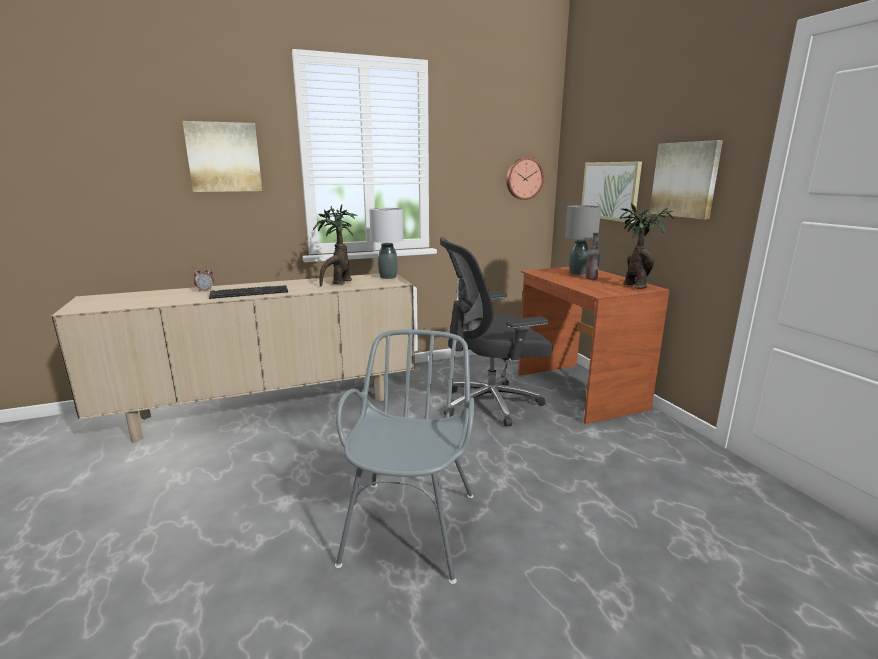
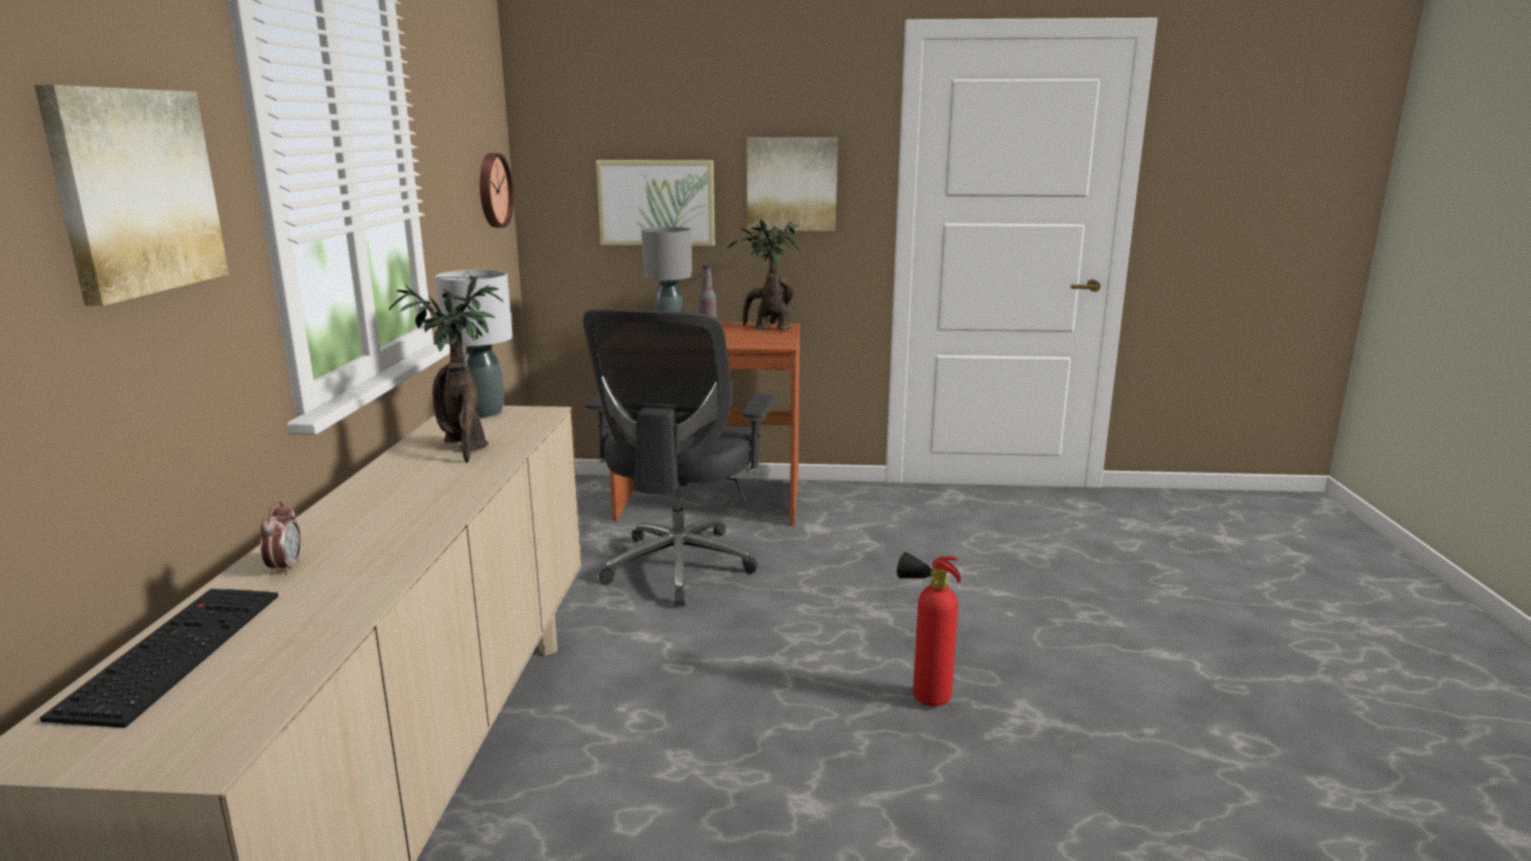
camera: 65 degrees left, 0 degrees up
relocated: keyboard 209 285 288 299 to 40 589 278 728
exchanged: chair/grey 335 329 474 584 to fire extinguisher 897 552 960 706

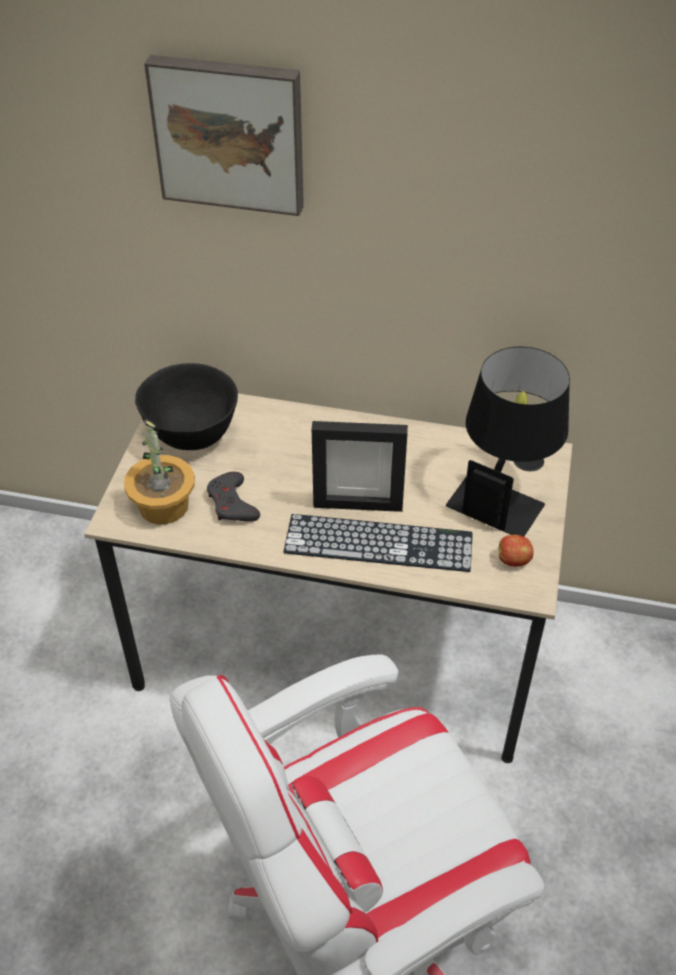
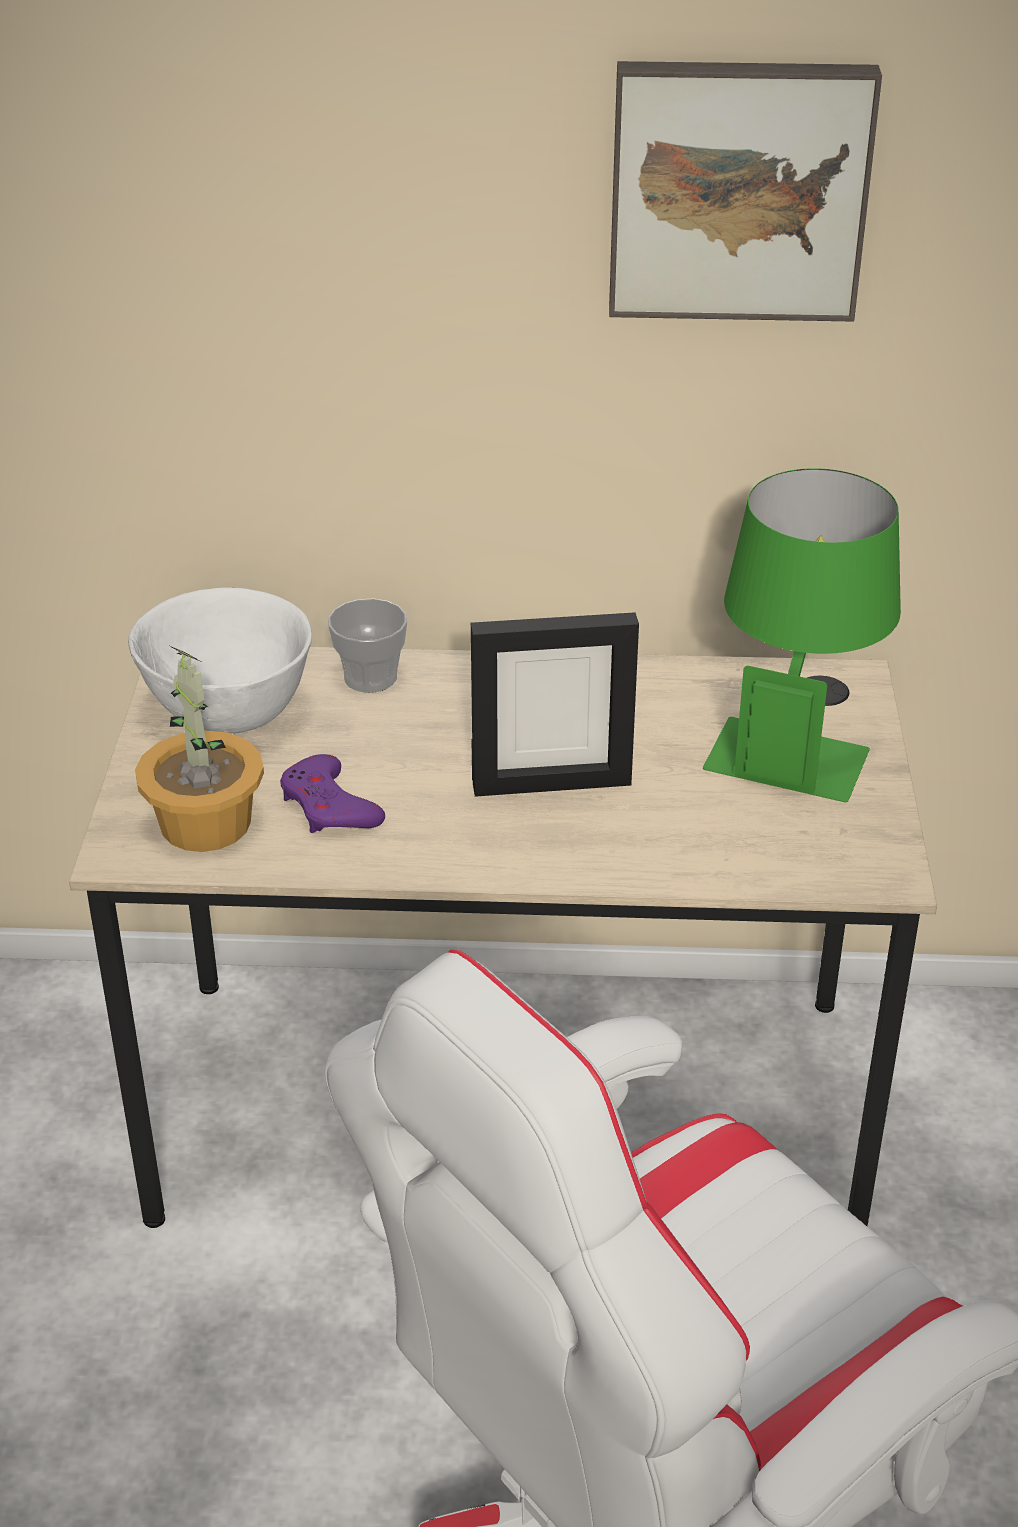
camera: 10 degrees left, 10 degrees down
missing: keyboard 283 514 473 572; apple 499 535 534 567
appeared: cup 328 598 407 693
relocated: picture 144 55 304 216 to 609 61 882 322
colour: bowl/black 135 363 238 450 to bowl/white 128 588 312 733; game controller/grey 207 472 260 522 to game controller/purple 280 754 385 833; table lamp/black 446 347 570 536 to table lamp/green 703 468 901 802

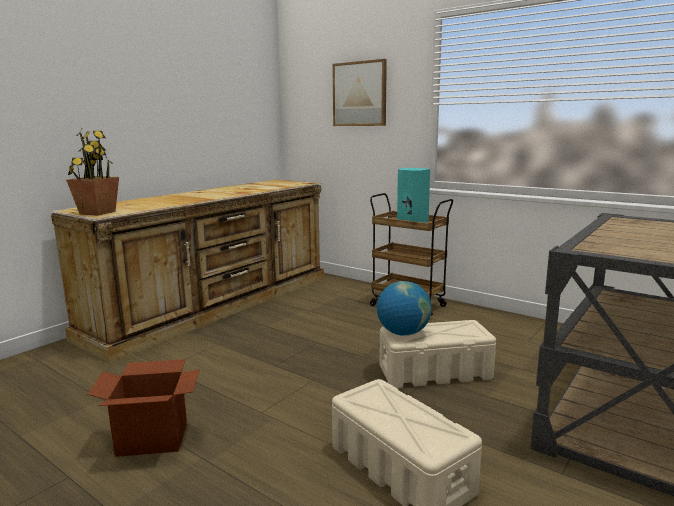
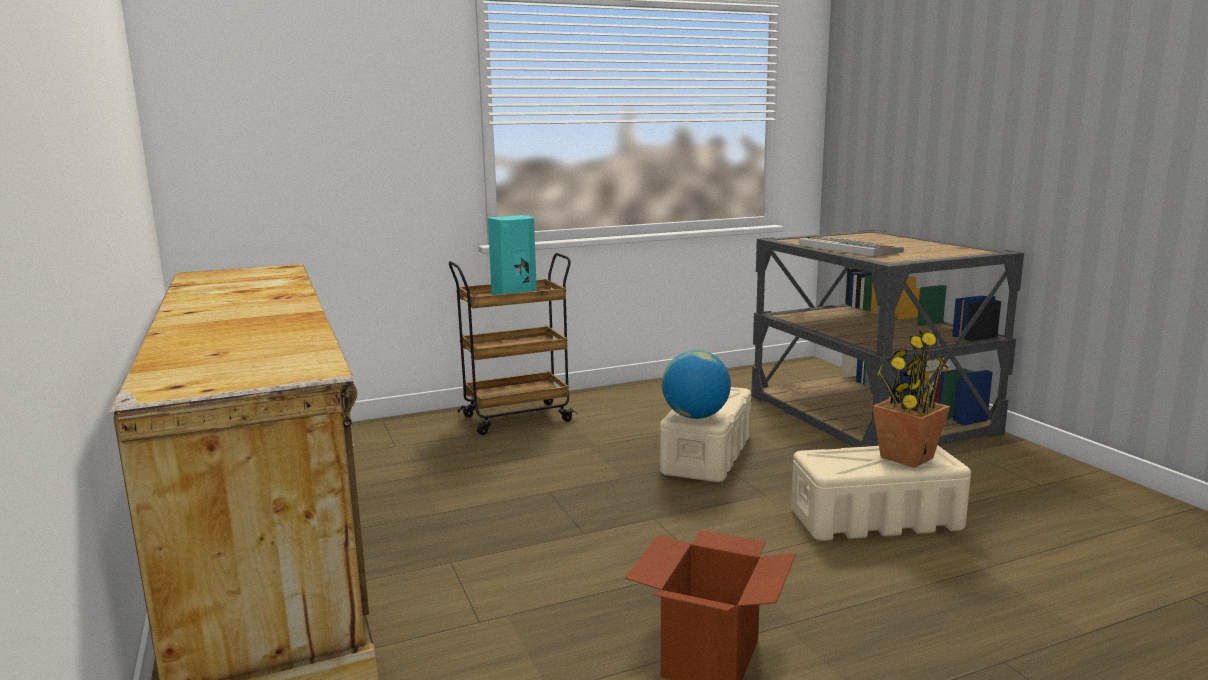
camera: 60 degrees left, 0 degrees up
missing: picture 332 59 387 126
appeared: keyboard 799 237 904 256
relocated: potted plant 66 128 119 216 to 872 331 950 468

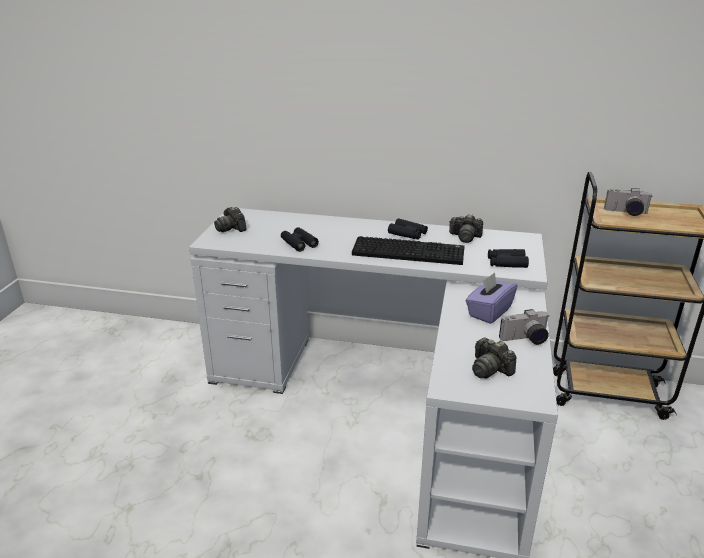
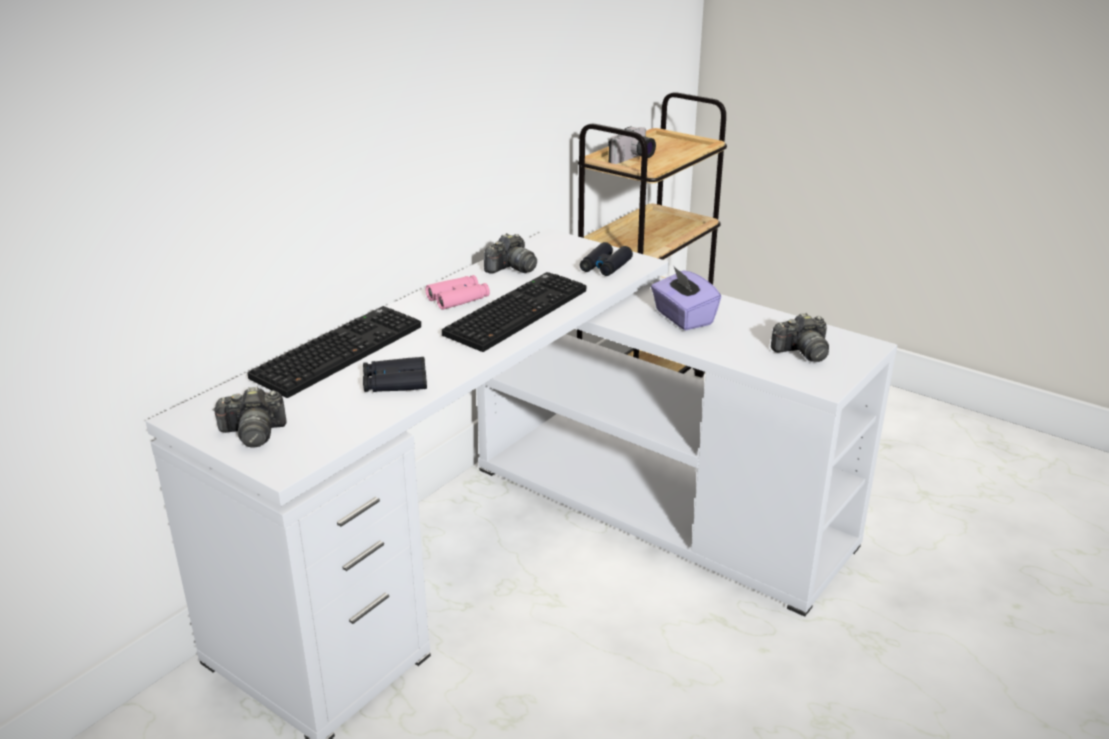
camera: 65 degrees left, 0 degrees up
missing: photo camera 499 309 549 345
appeared: keyboard 247 306 421 398
colour: binoculars/black 388 218 428 240 to binoculars/pink 426 275 490 310

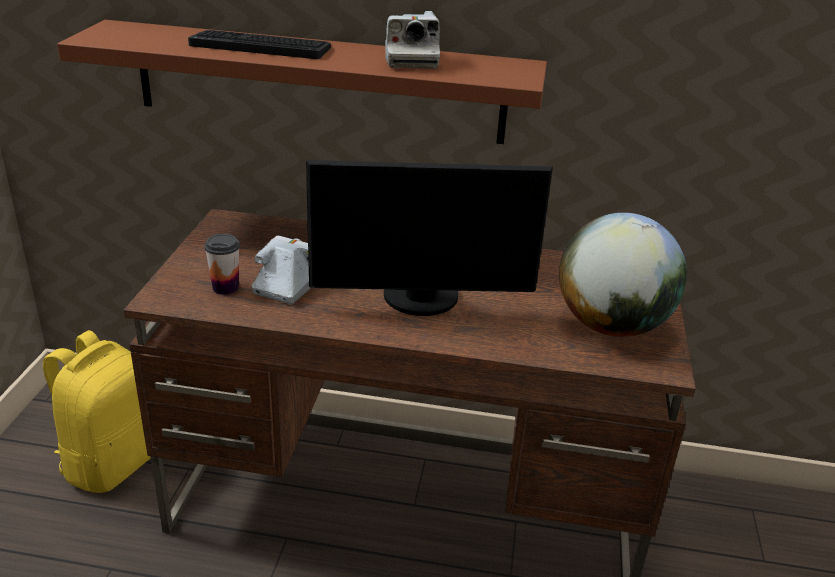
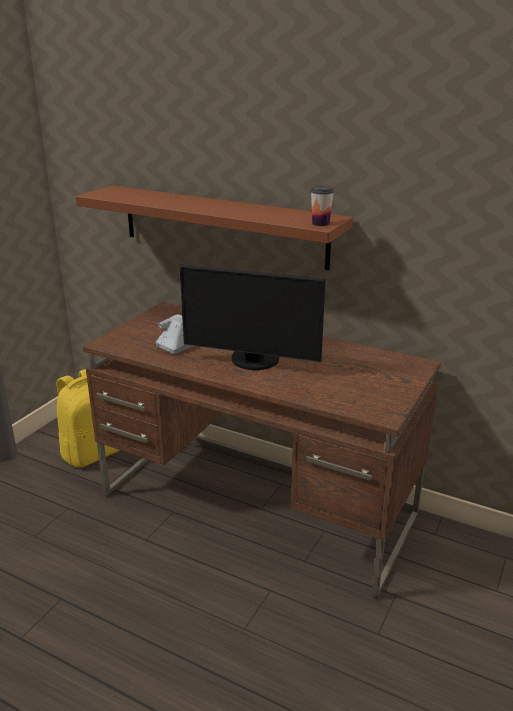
camera: 20 degrees right, 5 degrees down
missing: keyboard 188 30 331 59; photo camera 385 11 440 69; globe 559 213 687 337
relocated: cup 204 234 240 295 to 311 185 334 226

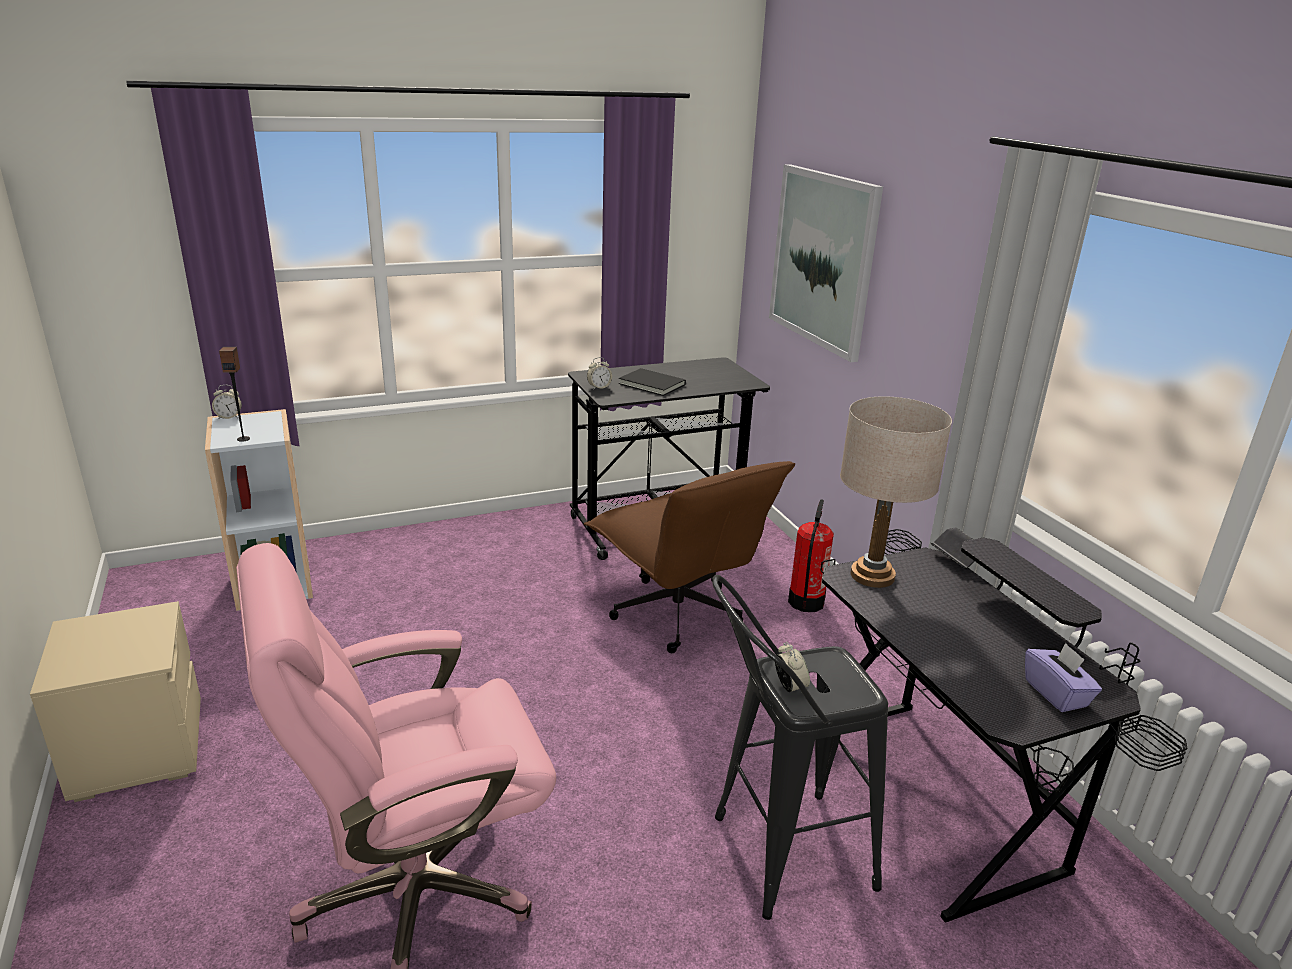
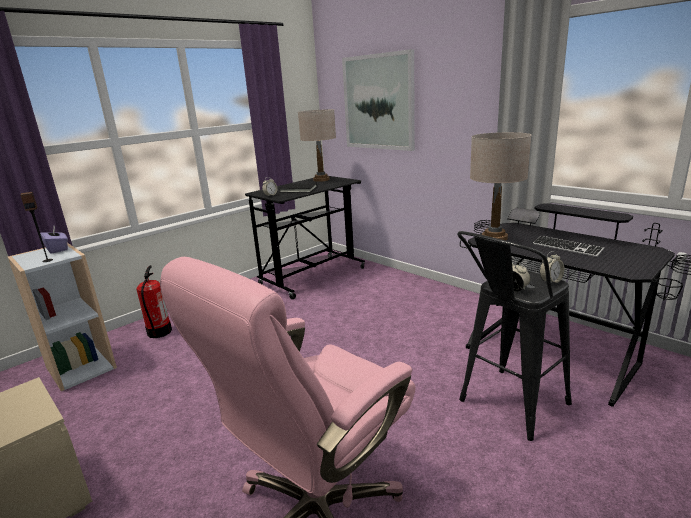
camera: 20 degrees left, 5 degrees down
missing: office chair/brown 584 461 795 653
appeared: table lamp/beige 298 109 336 182; keyboard 533 236 604 257
relocated: alarm clock 212 385 242 419 to 540 251 564 283; fire extinguisher 788 500 834 612 to 137 265 172 338; tissue box/purple 1025 643 1102 712 to 40 226 68 254

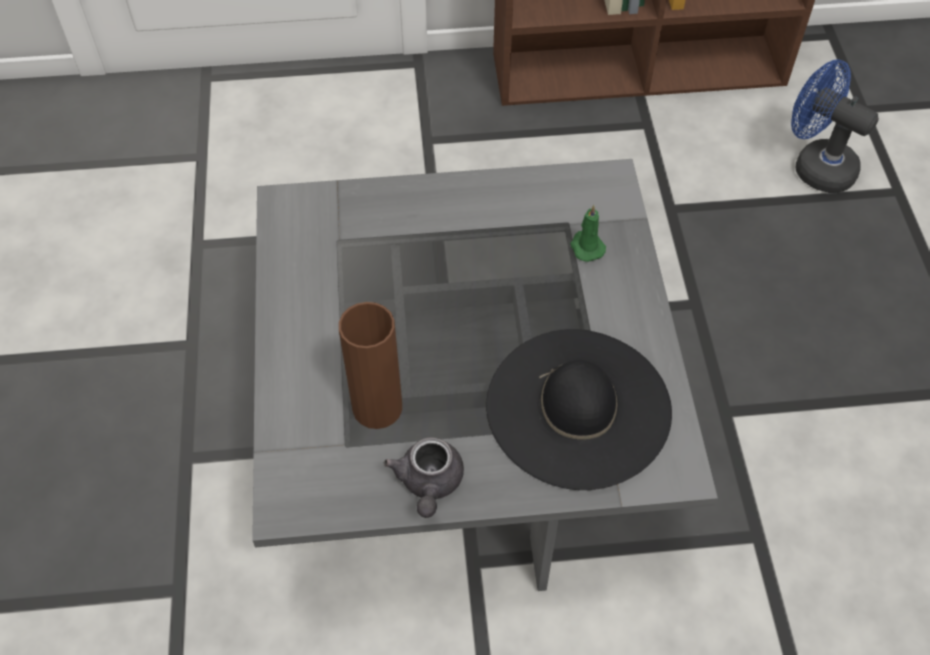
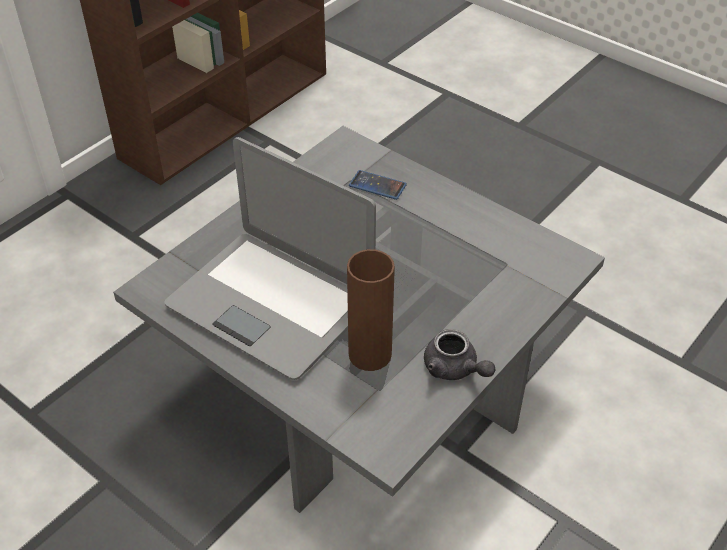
camera: 45 degrees left, 10 degrees down
missing: hat/black 486 329 672 490; fan/blue 791 59 879 193
appeared: laptop 164 137 376 380
exchanged: candle/green 570 205 606 262 to phone 349 170 407 200

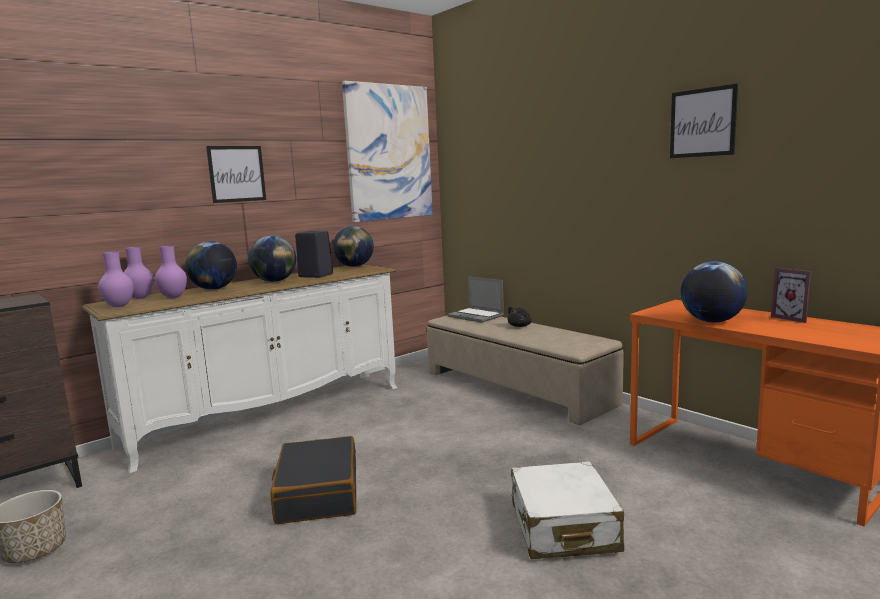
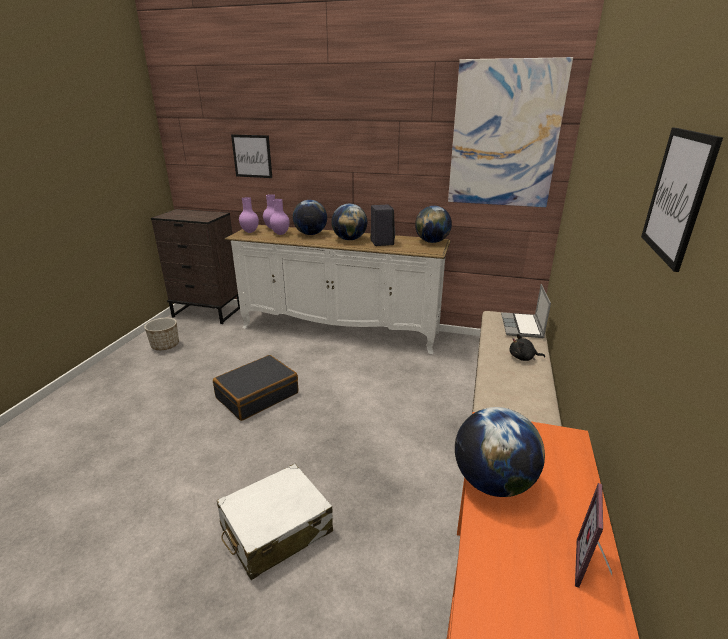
camera: 55 degrees right, 15 degrees up
relocated: picture 206 146 266 203 to 231 134 272 178

